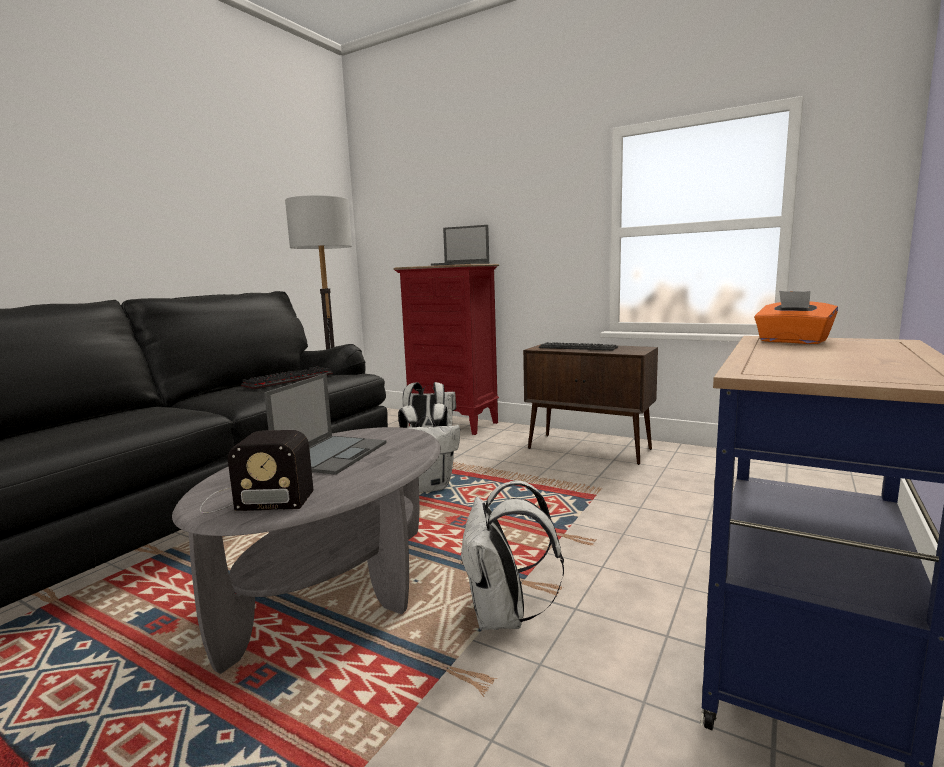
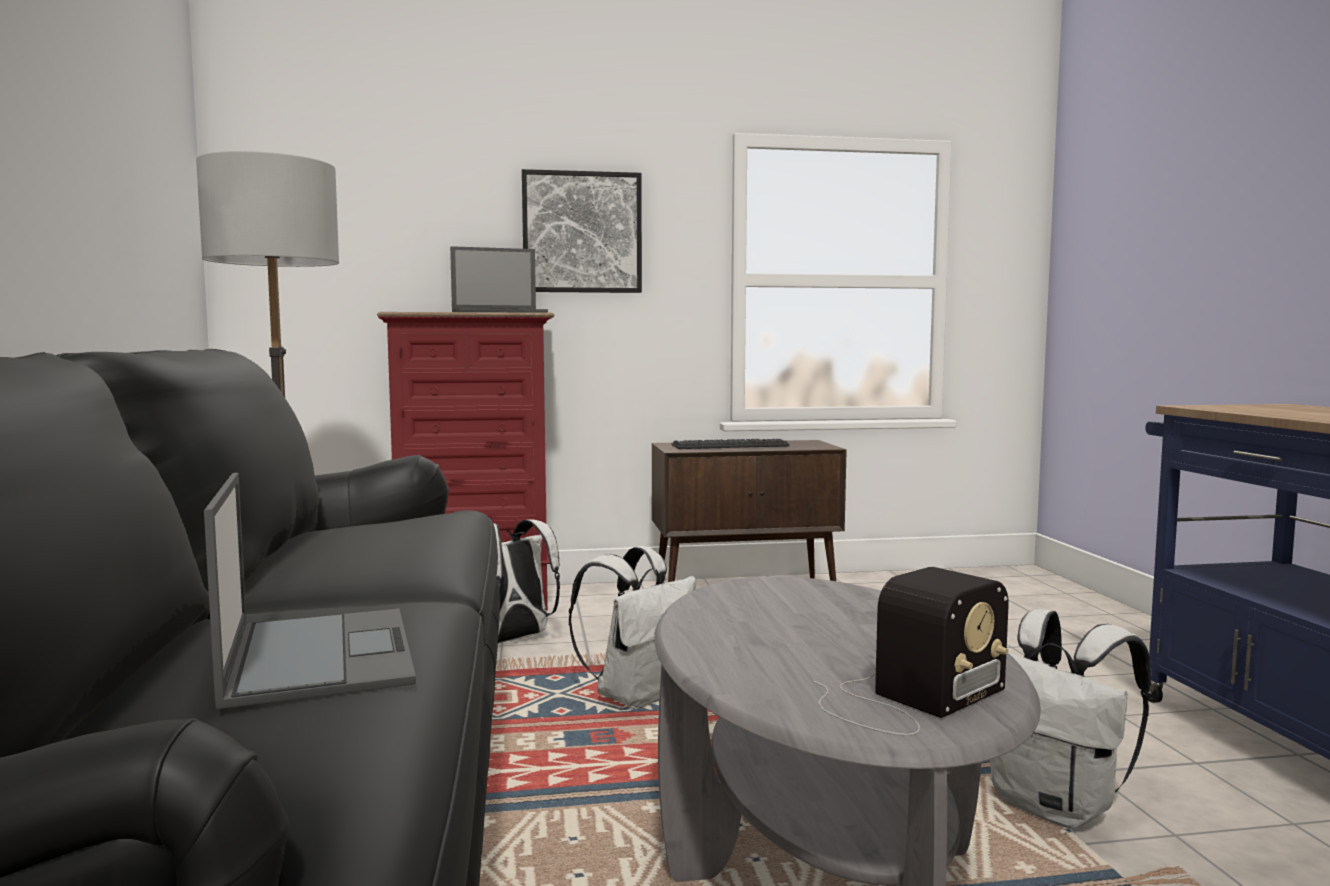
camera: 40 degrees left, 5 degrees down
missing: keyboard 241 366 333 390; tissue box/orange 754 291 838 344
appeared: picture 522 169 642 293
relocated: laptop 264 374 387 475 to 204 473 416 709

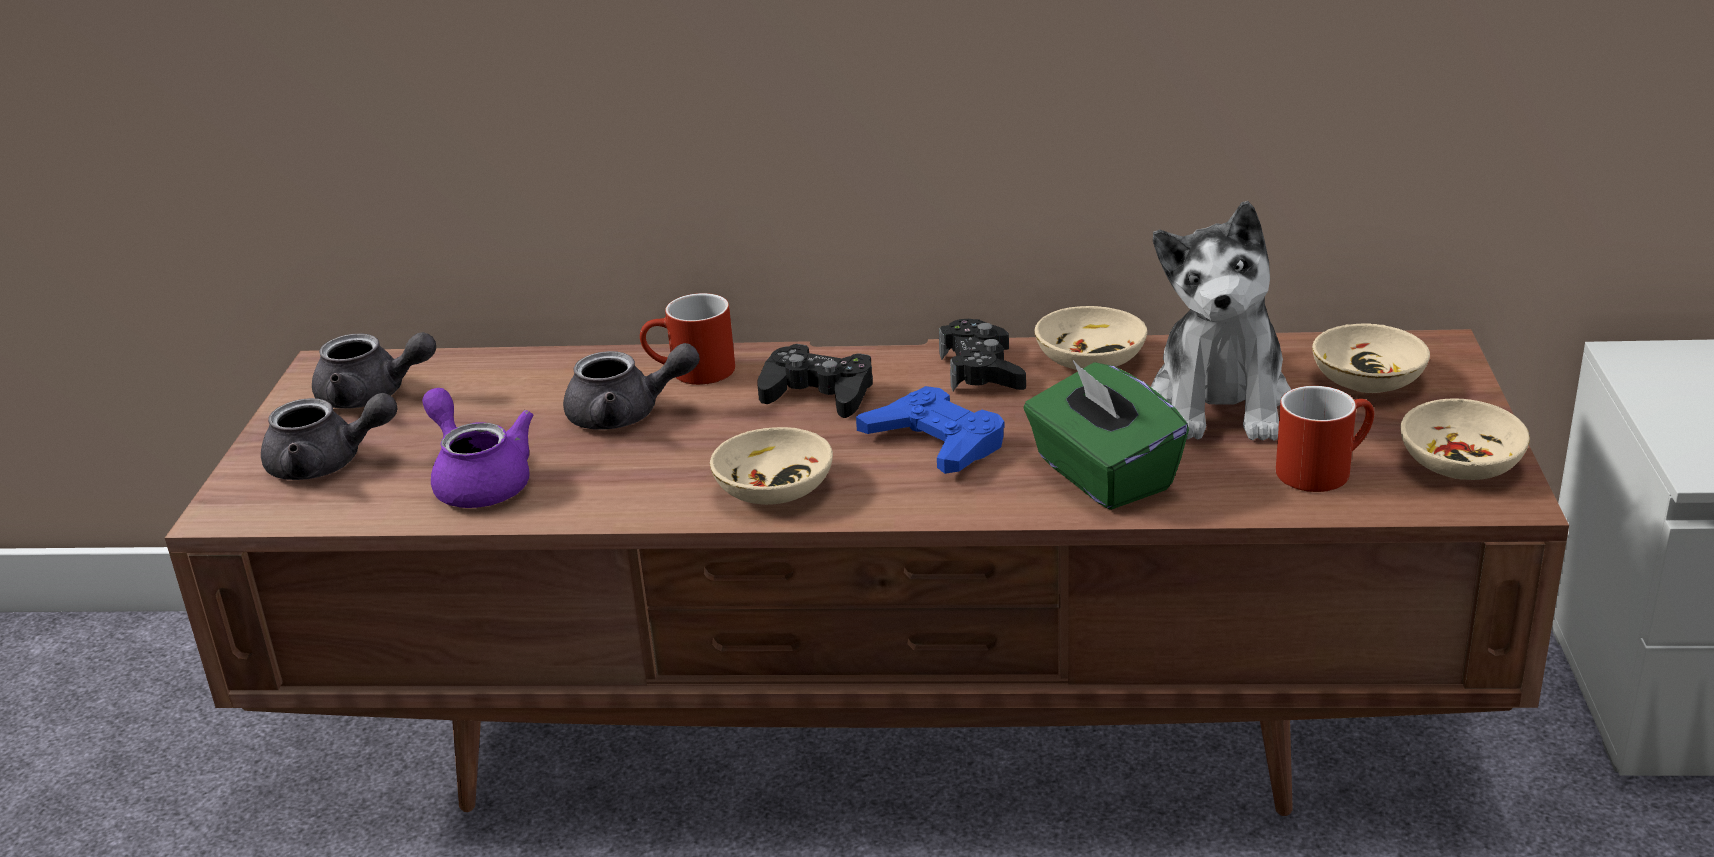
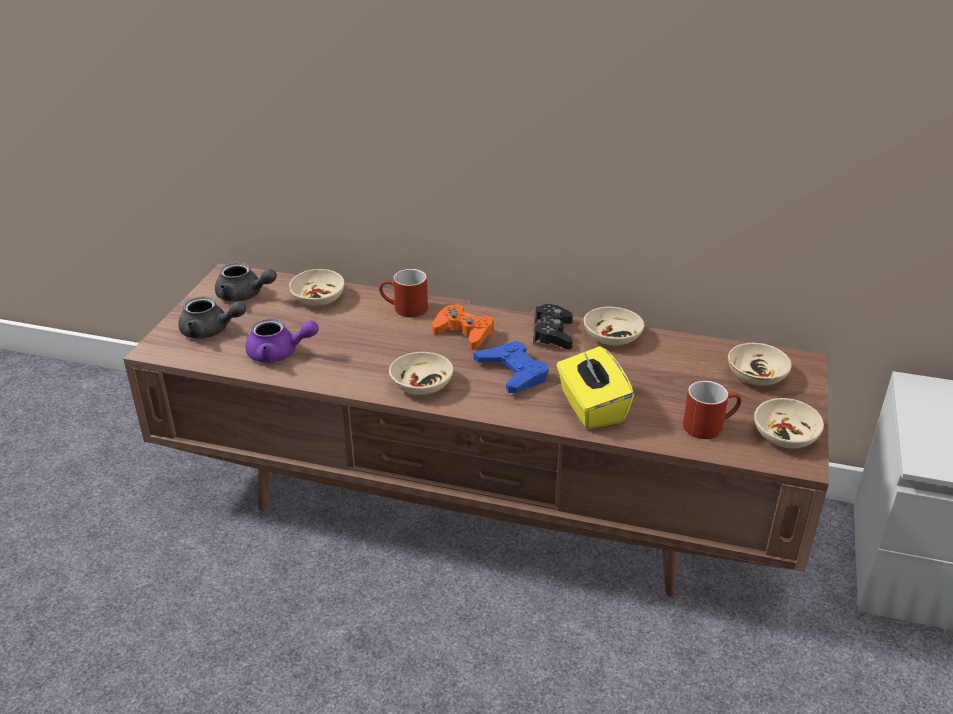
camera: 10 degrees right, 5 degrees up
missing: teapot/grey 563 343 700 430; plush toy 1151 201 1291 441
appeared: bowl/beige 289 269 345 306
colour: game controller/black 757 344 873 418 to game controller/orange 432 304 494 350; tissue box/green 1024 360 1189 510 to tissue box/yellow 556 346 634 429
spun: teapot/purple 422 388 533 508 = 245 319 319 362 120 degrees clockwise

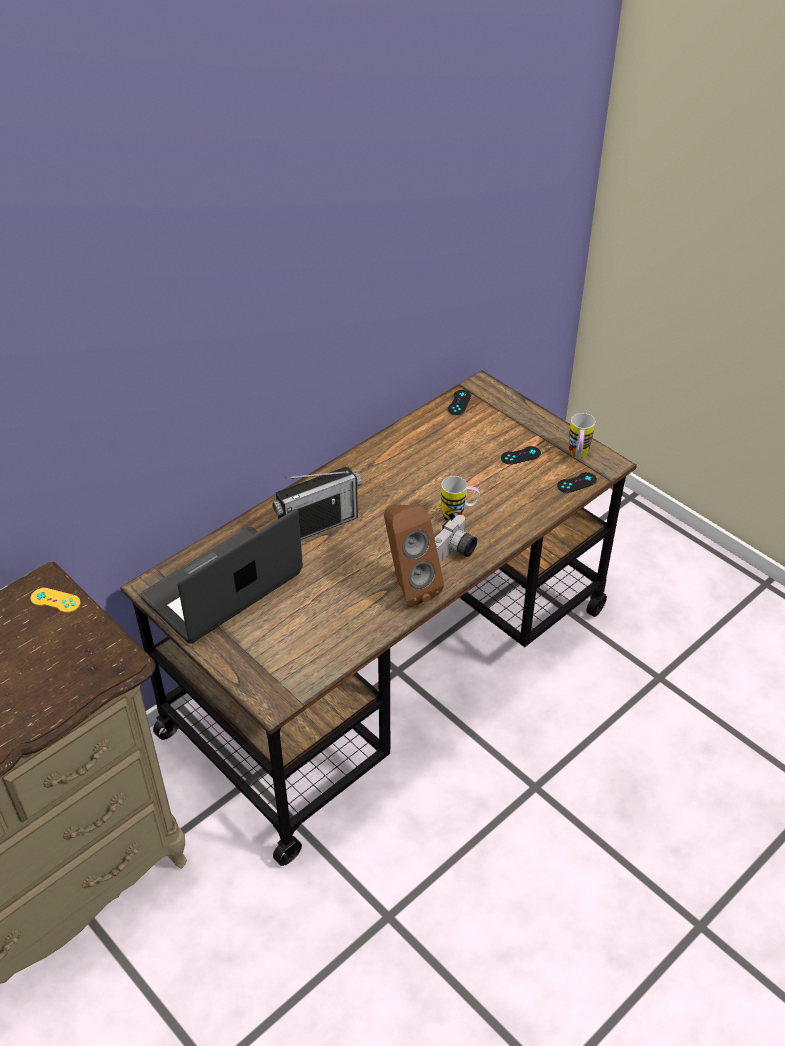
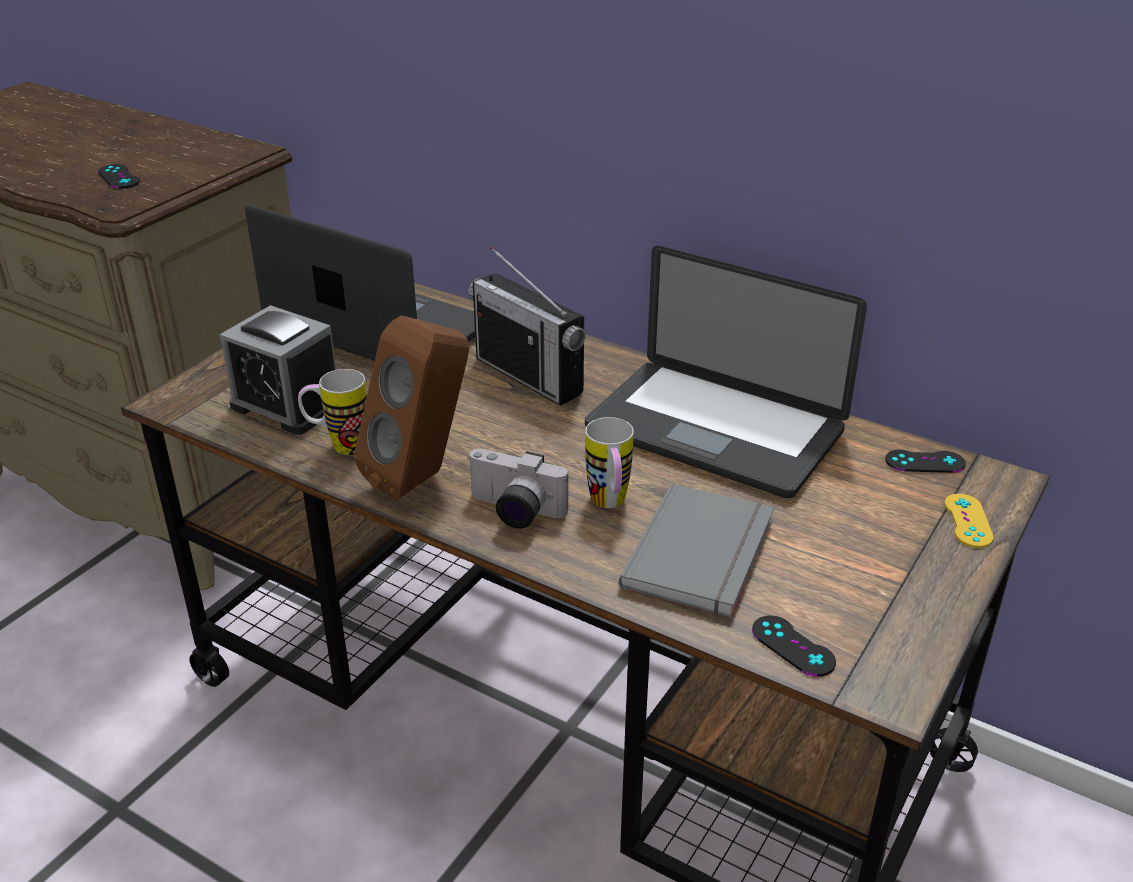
camera: 75 degrees right, 10 degrees down
appeared: alarm clock 220 305 336 435; laptop 585 246 867 498; book/grey 619 483 774 618
relocated: game controller/yellow 31 588 81 613 to 944 494 994 548; game controller/black 501 446 541 465 to 98 164 140 189; mug 569 413 595 458 to 298 369 367 455

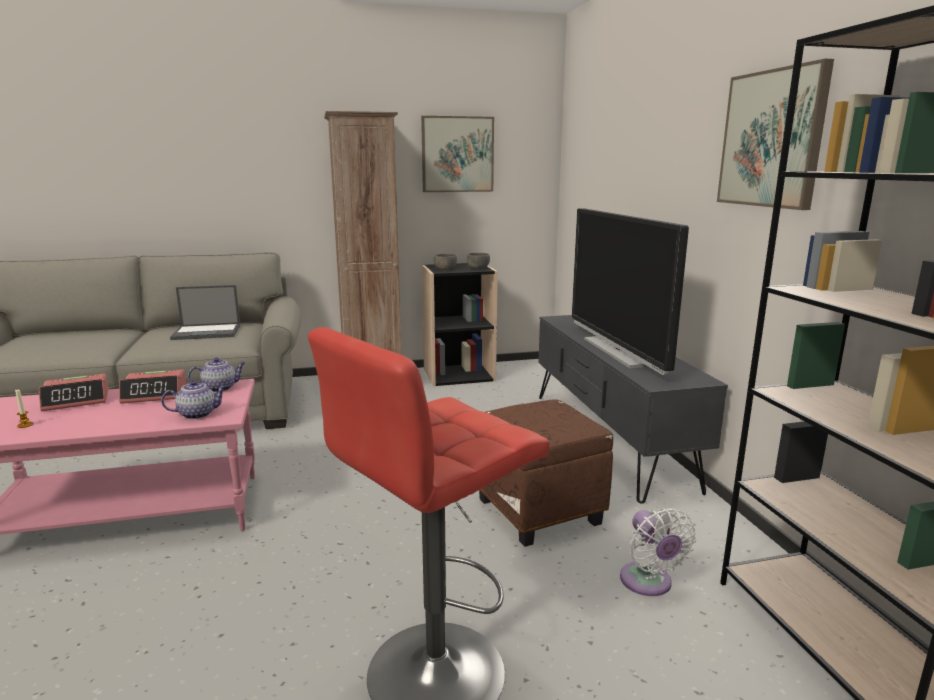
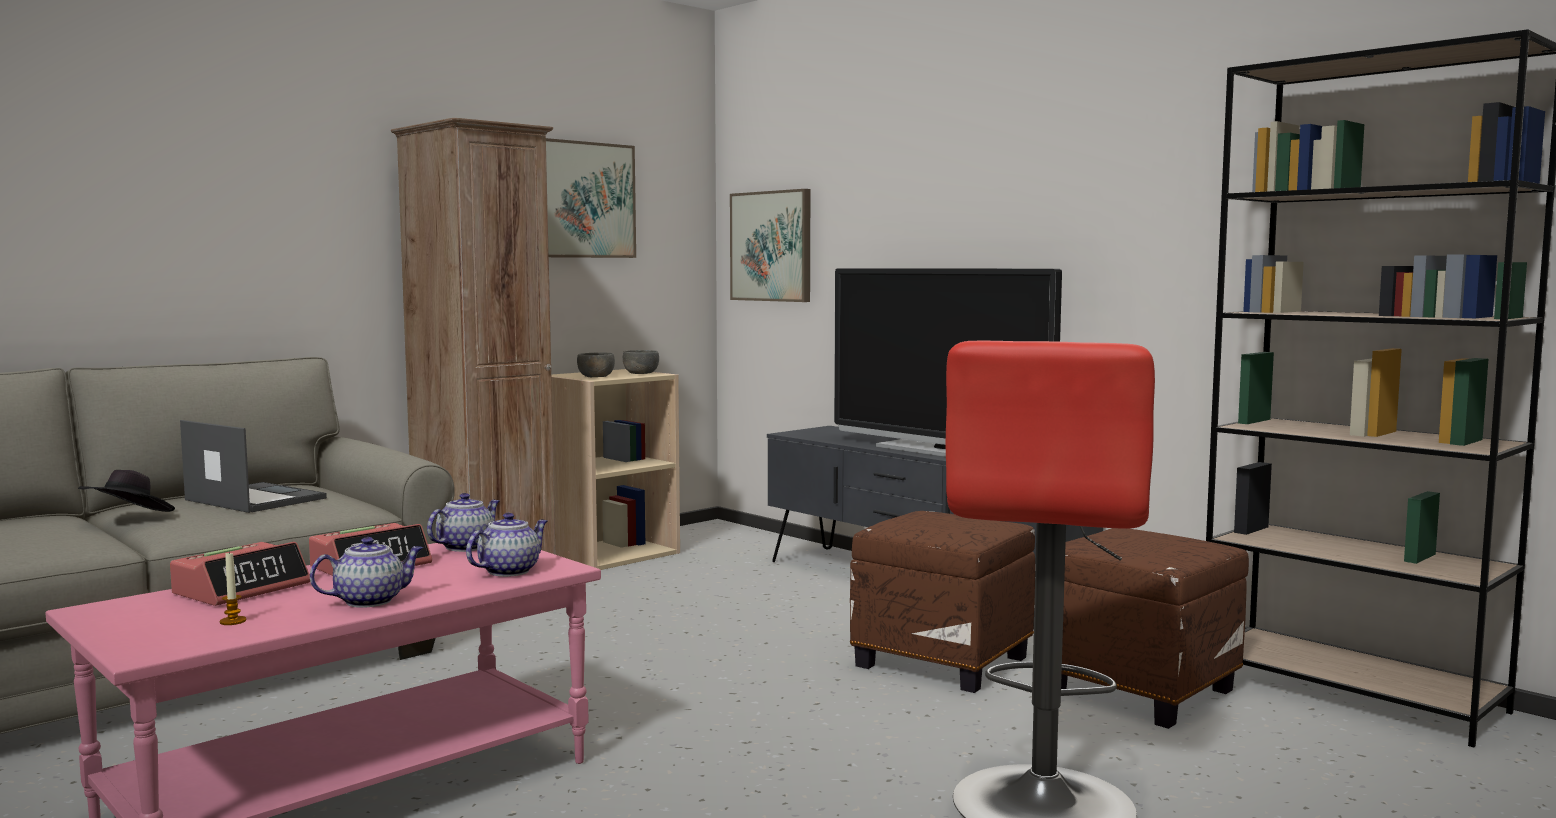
camera: 30 degrees left, 10 degrees down
appeared: hat/black 78 470 175 512; teapot 310 537 423 608
relocated: picture 717 59 834 210 to 730 189 810 302
exchanged: fan/white 620 508 696 596 to ottoman/brown 1061 528 1249 729
colour: bookcase/black 422 263 498 386 to bookcase/beige 551 369 680 570
spun: laptop 170 285 240 340 = 180 420 327 513 105 degrees counterclockwise

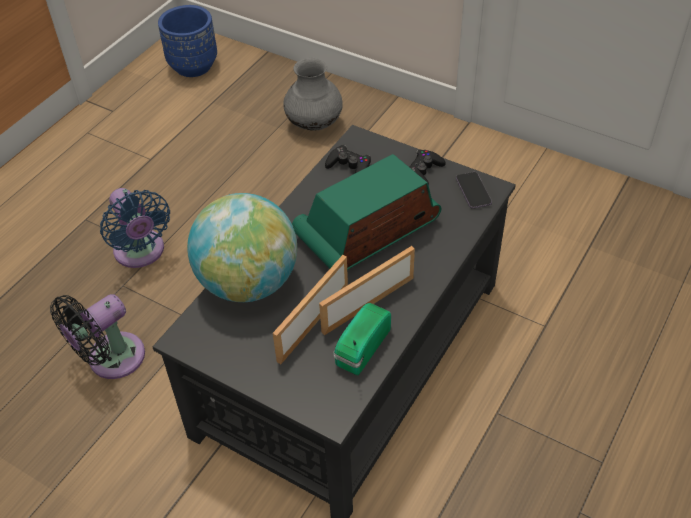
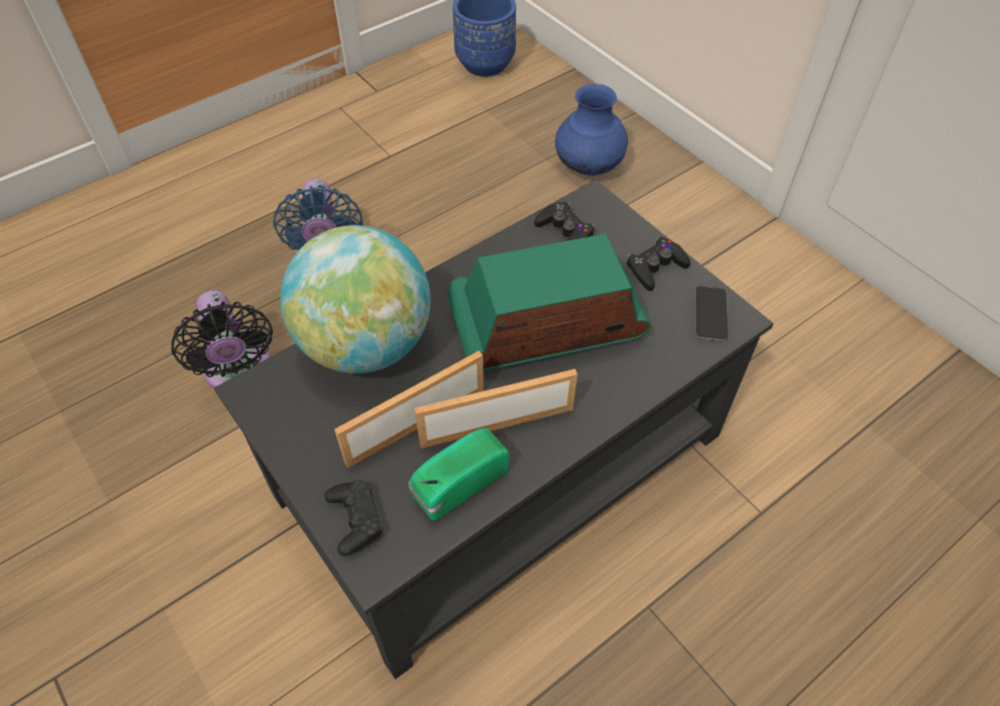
camera: 20 degrees right, 5 degrees up
appeared: game controller/black 324 480 383 556
colour: vase/grey 283 58 343 131 to vase/blue 555 84 628 176
spun: fan/black 50 294 145 379 = 171 290 273 388 90 degrees counterclockwise

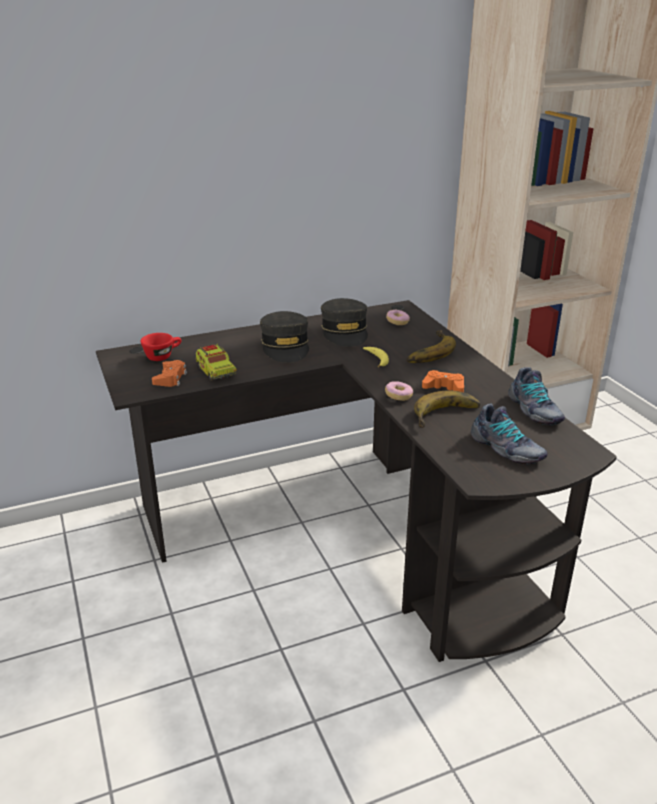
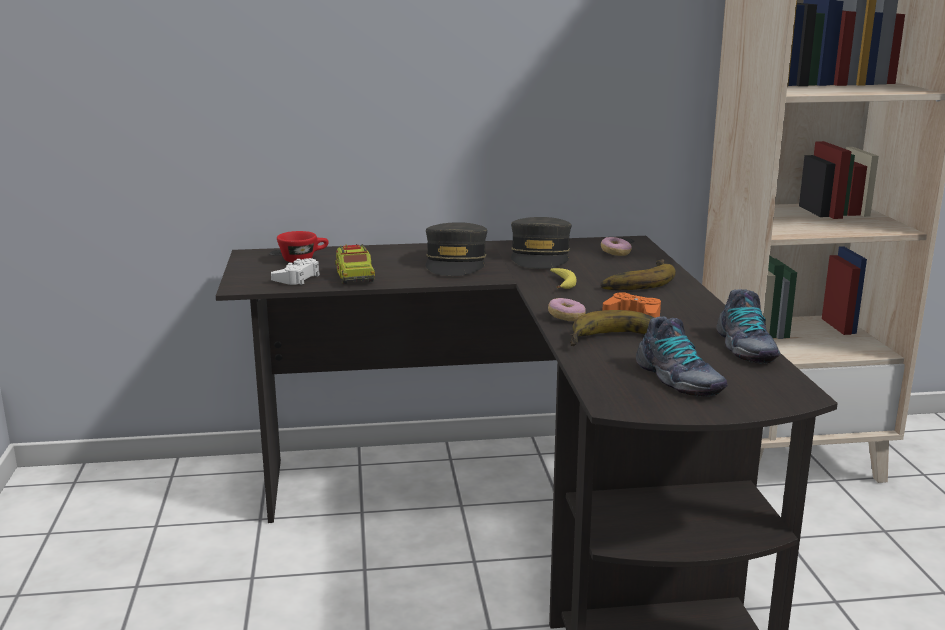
camera: 15 degrees right, 10 degrees down
colour: game controller/orange 152 360 187 387 to game controller/white 271 258 320 285

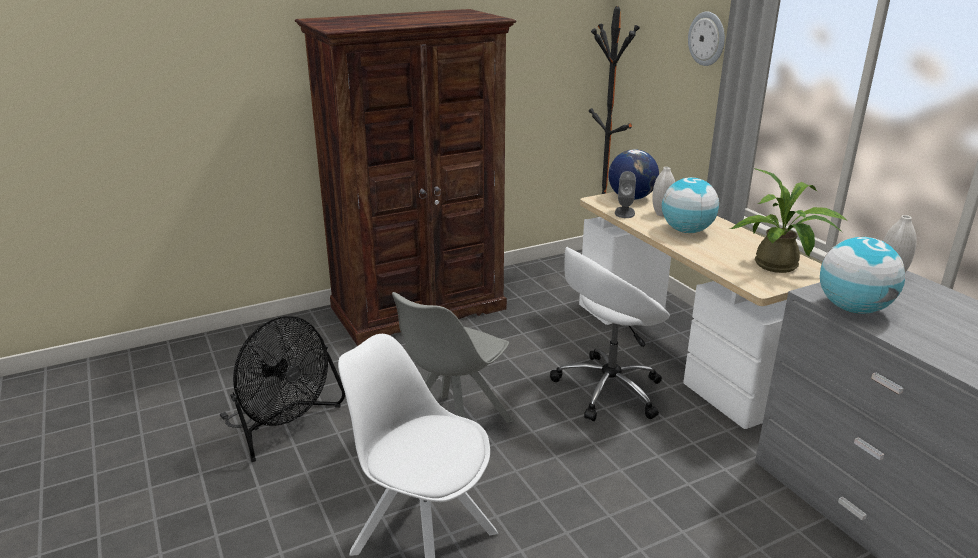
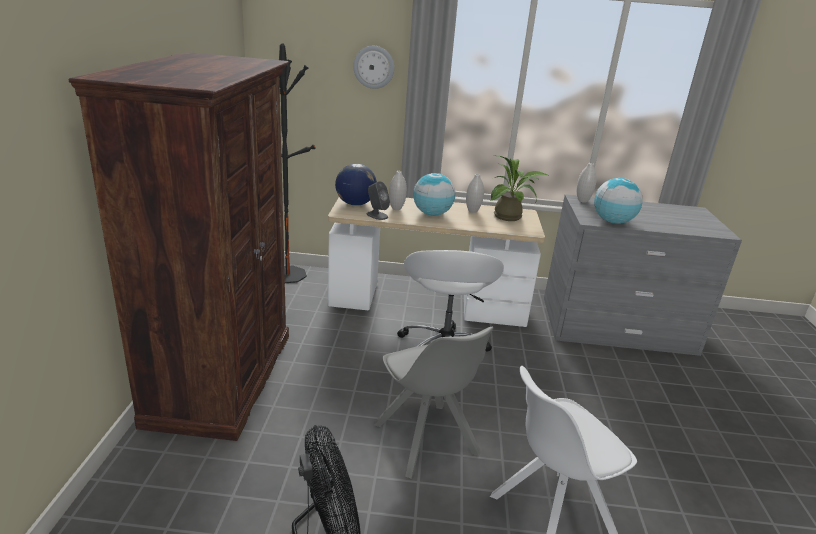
camera: 60 degrees left, 0 degrees up
appeared: vase/white 466 174 484 213

